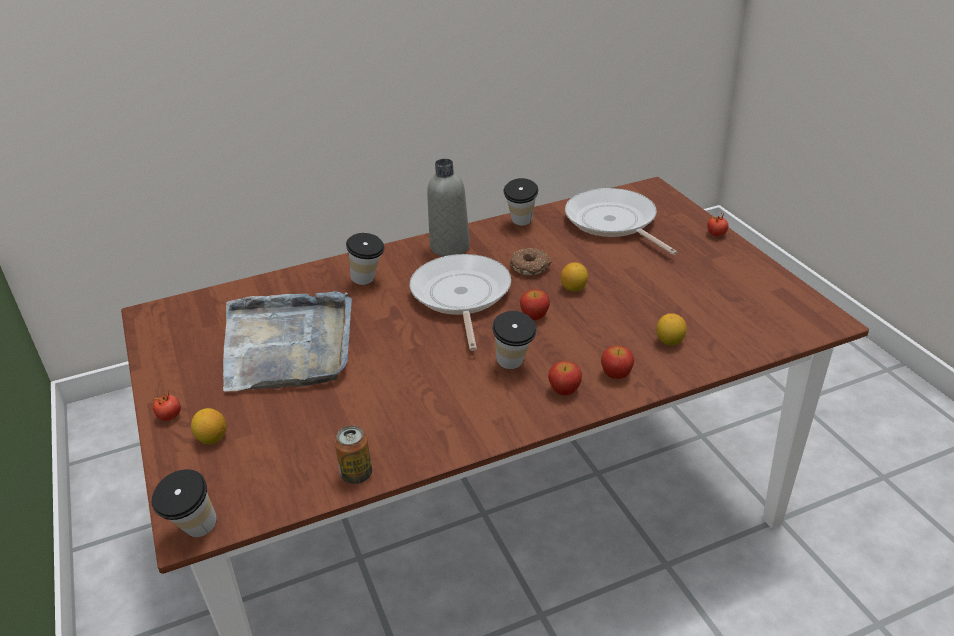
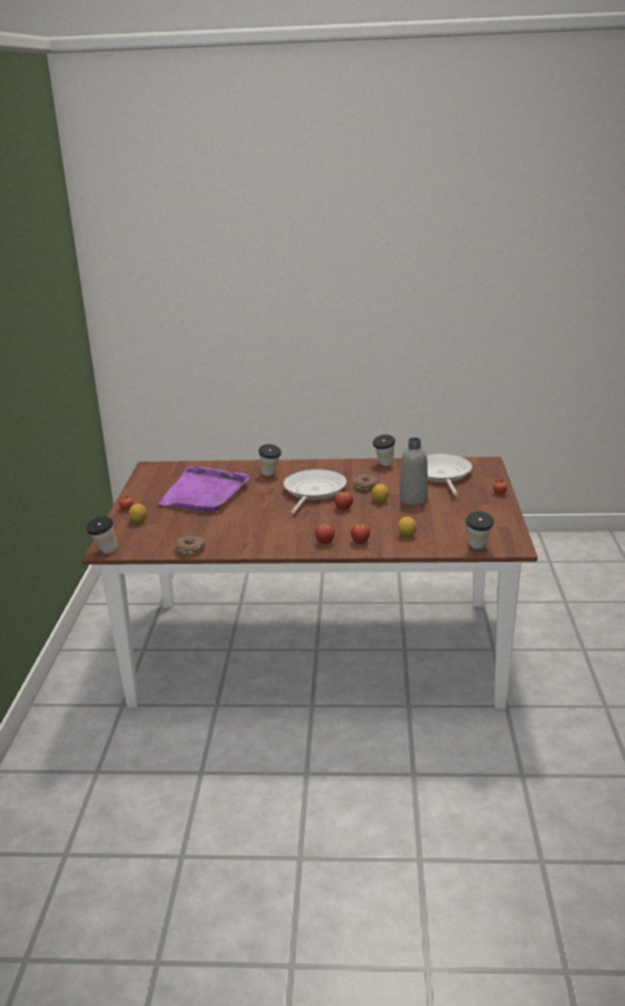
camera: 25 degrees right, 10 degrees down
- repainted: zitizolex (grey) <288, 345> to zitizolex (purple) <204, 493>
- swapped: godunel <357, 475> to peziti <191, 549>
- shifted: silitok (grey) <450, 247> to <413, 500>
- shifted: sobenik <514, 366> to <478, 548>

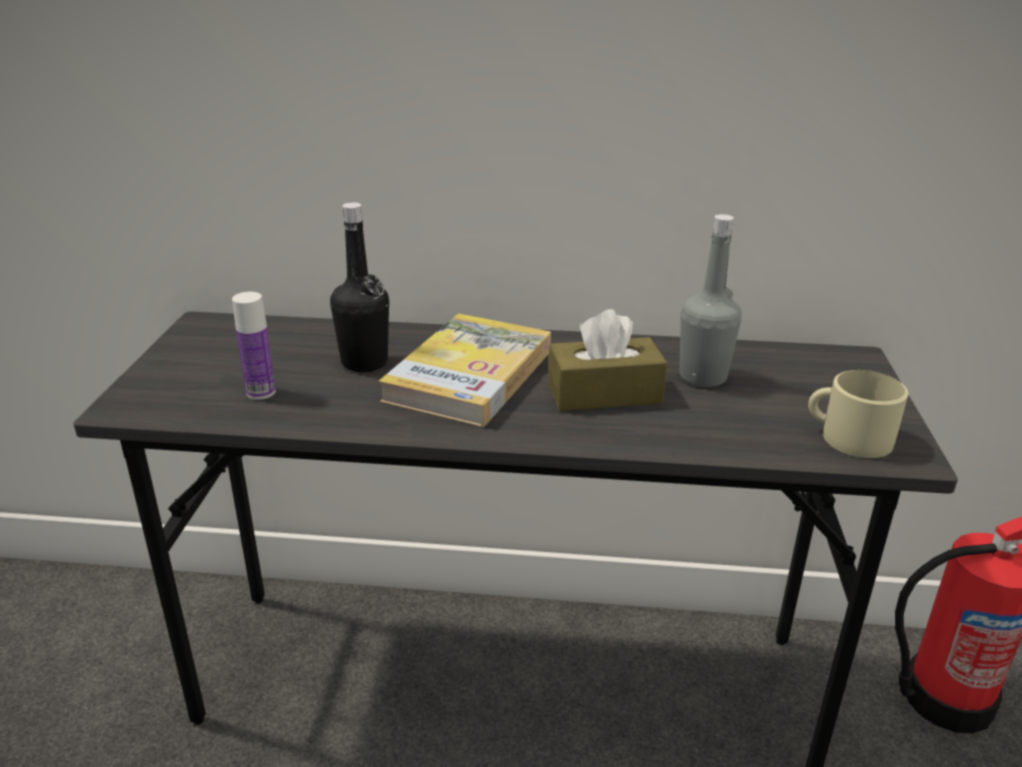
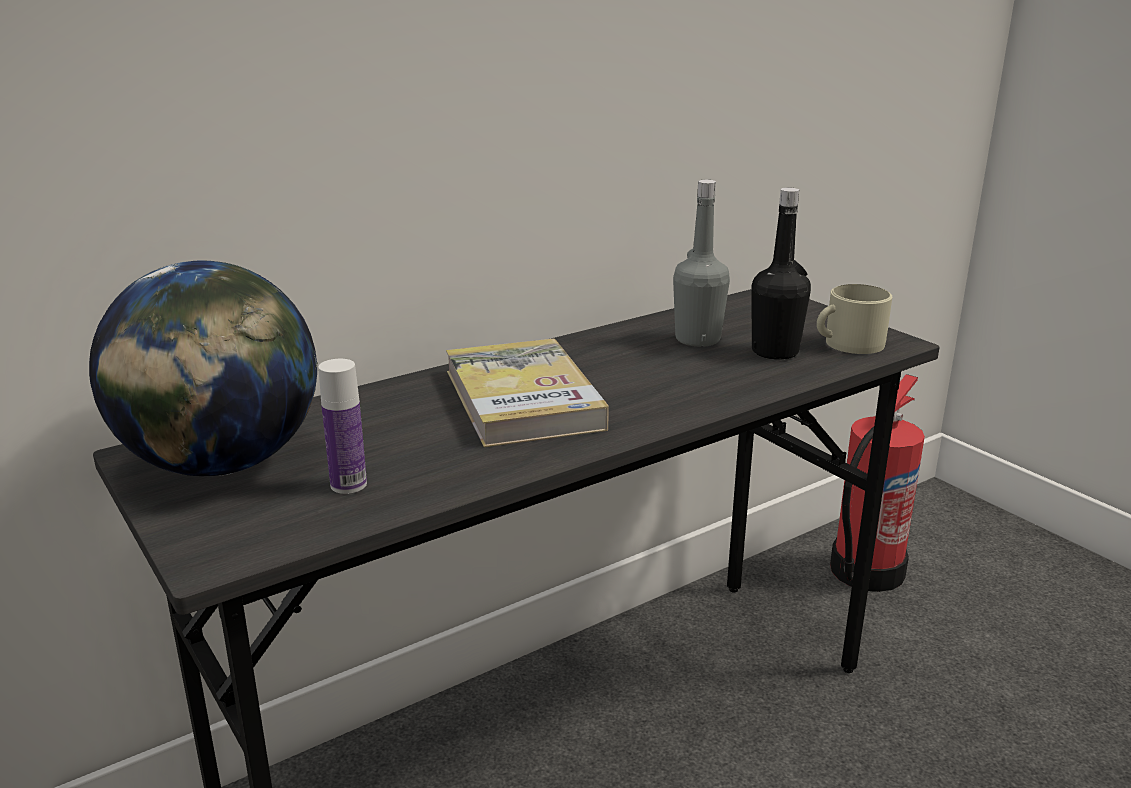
camera: 40 degrees left, 5 degrees down
- shifted: silitok (black) <364, 362> to <775, 352>
- gone: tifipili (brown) <604, 393>
- new: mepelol <221, 465>

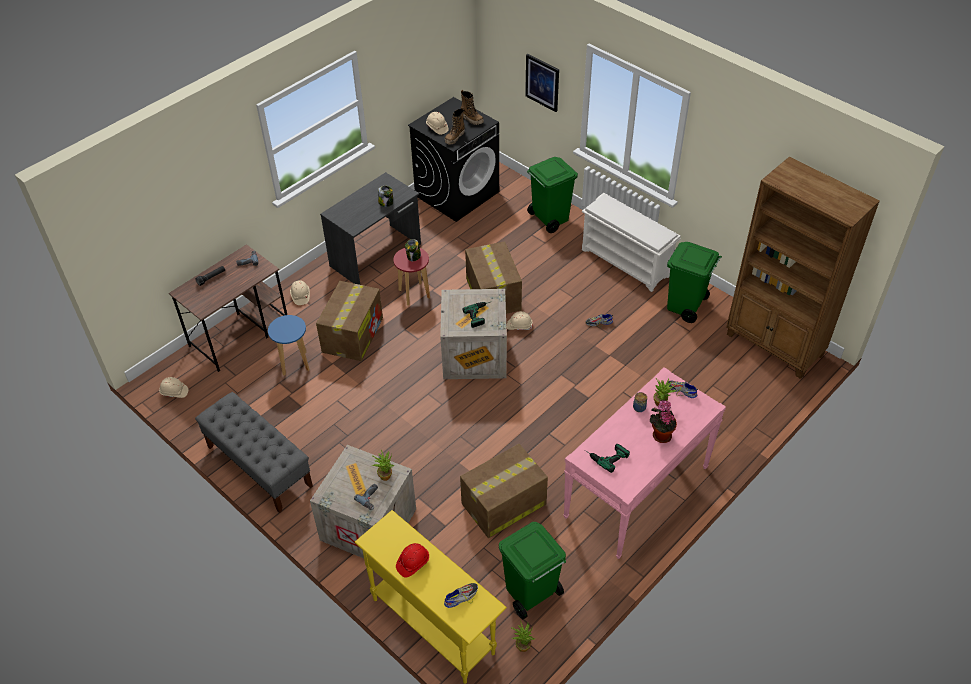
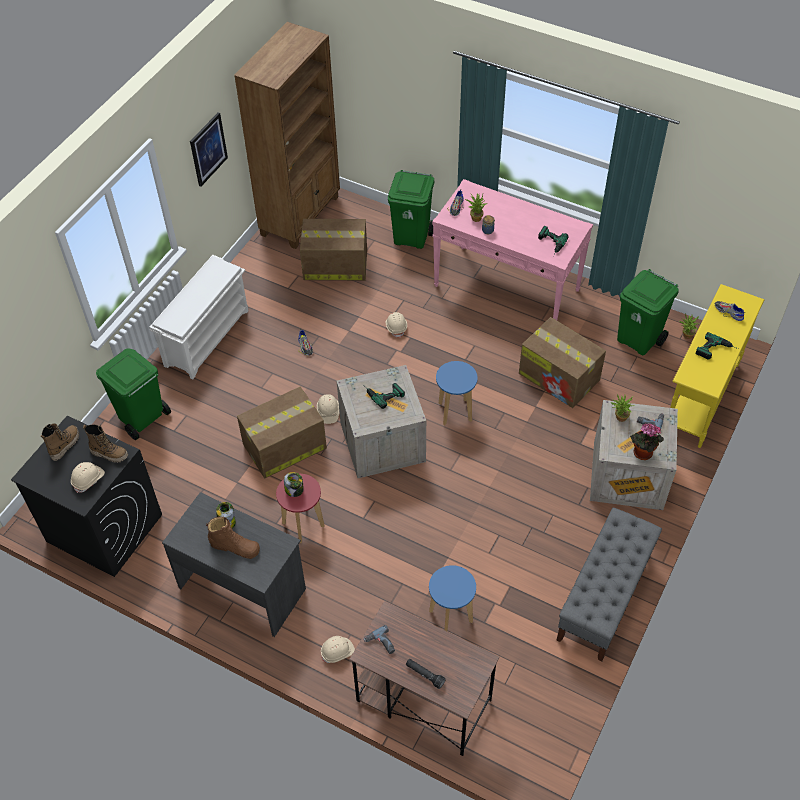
camera: 105 degrees left, 5 degrees up
- shifted: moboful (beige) <174, 392> to <396, 327>
- shifted: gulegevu <353, 334> to <334, 265>
- swapped: moboful (red) <412, 563> to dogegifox <716, 351>
- shifted: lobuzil <542, 82> to <208, 149>
- shifted: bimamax <660, 435> to <642, 454>
- shifted: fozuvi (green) <685, 307> to <412, 237>
- new: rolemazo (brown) <235, 546>
- new: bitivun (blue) <455, 412>

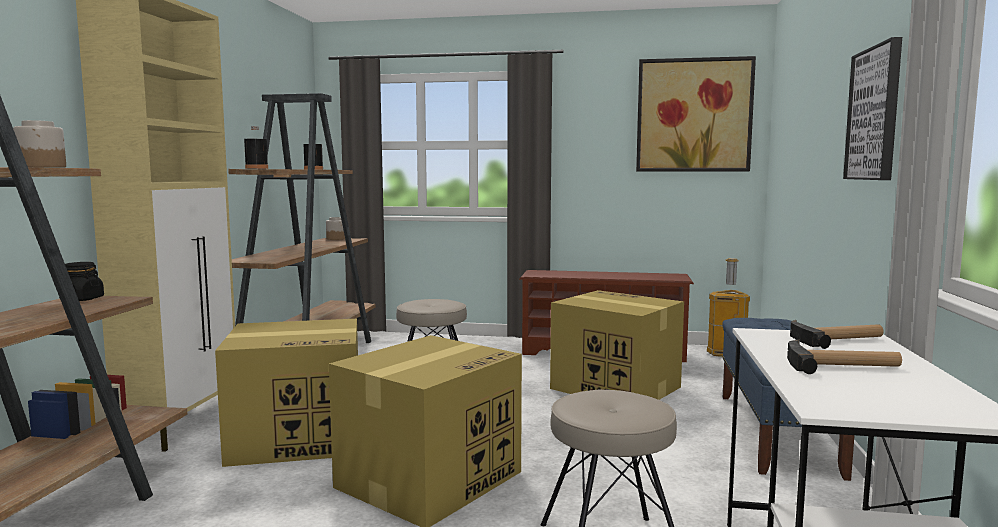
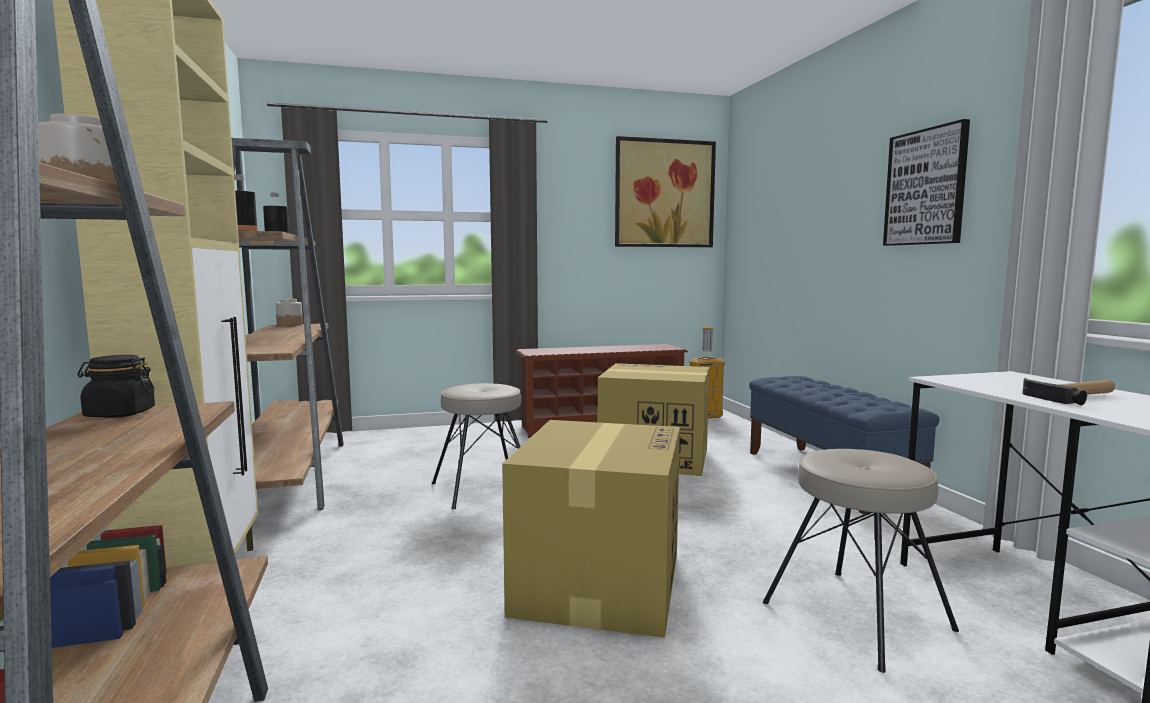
camera: 25 degrees left, 0 degrees up
- gone: gulegevu <299, 438>
- gone: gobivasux <838, 339>

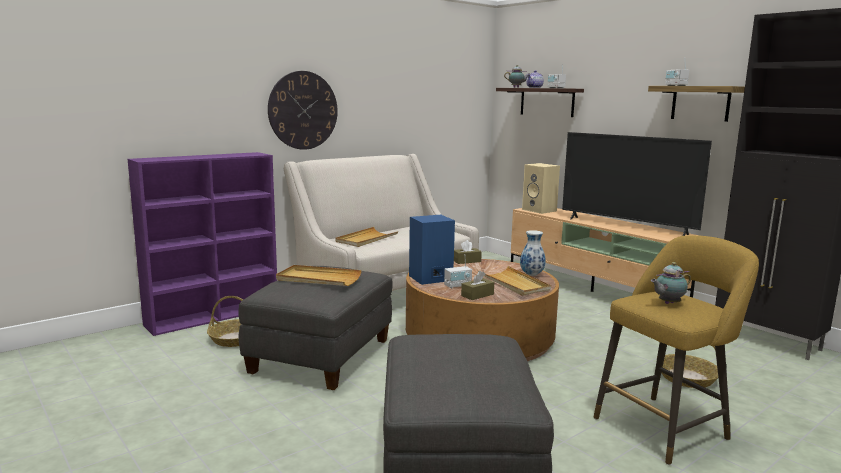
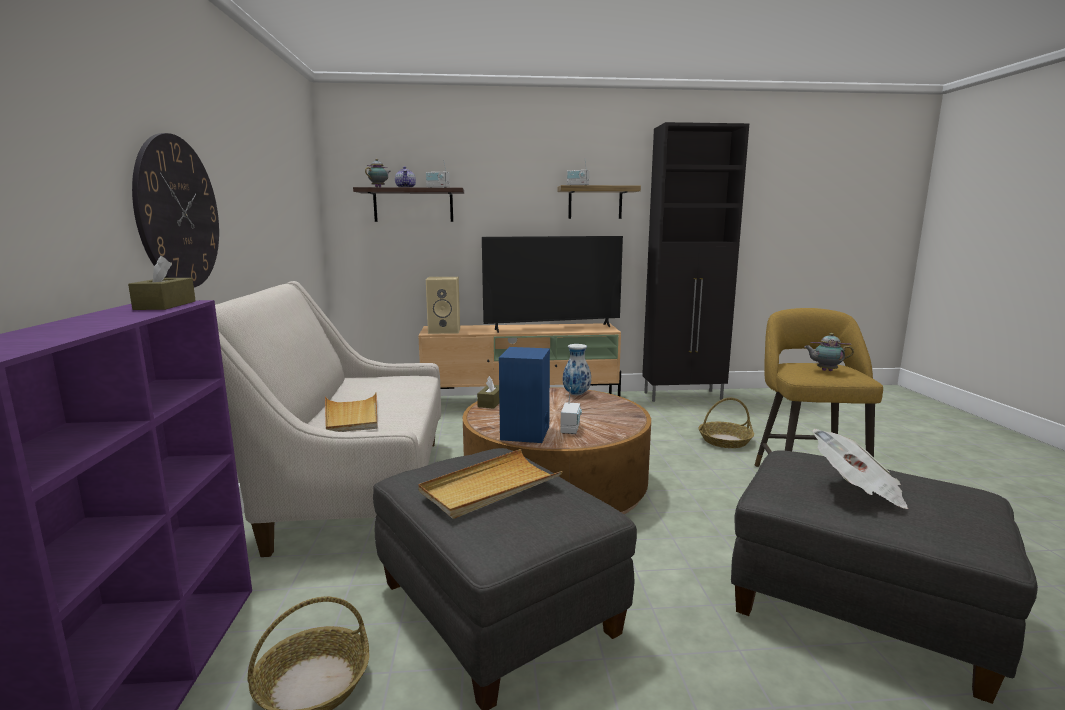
camera: 55 degrees left, 0 degrees up
- shifted: tifipili (brown) <477, 295> to <165, 305>
- gone: zitizolex (beige) <514, 283>
- rotated: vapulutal <667, 303> = <825, 370> 90 degrees clockwise
- new: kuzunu <857, 489>

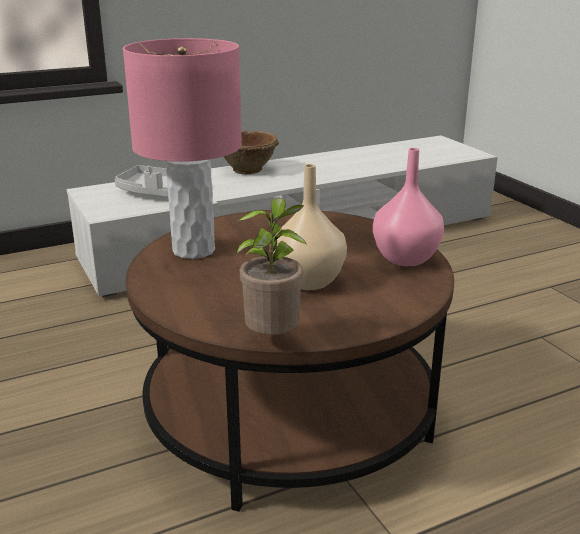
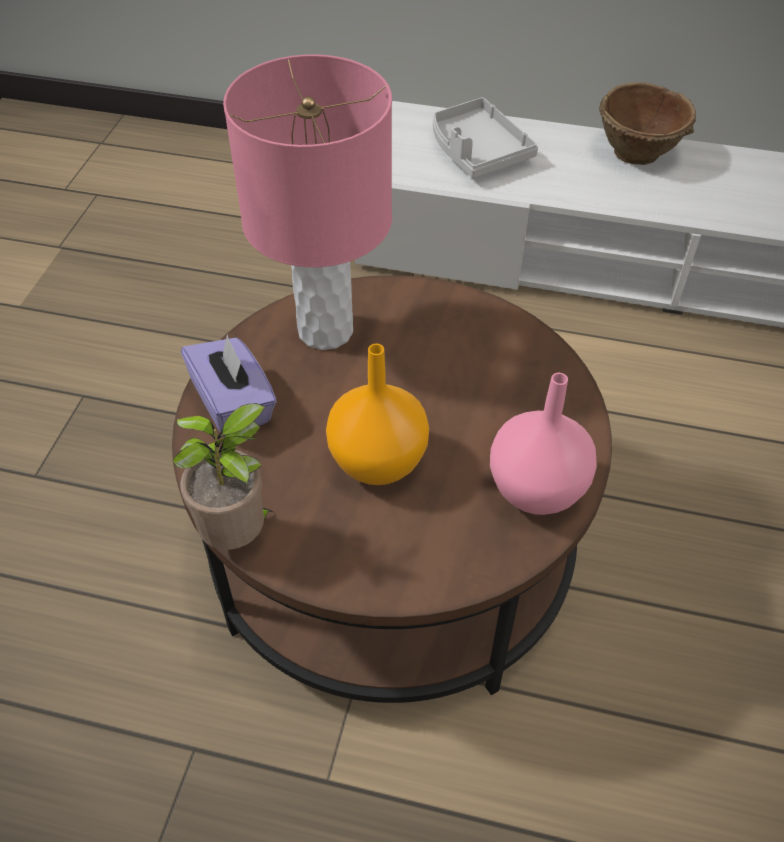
camera: 40 degrees right, 25 degrees up
- repainted: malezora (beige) <307, 282> to malezora (orange) <376, 461>
- new: tifipili (purple) <234, 404>

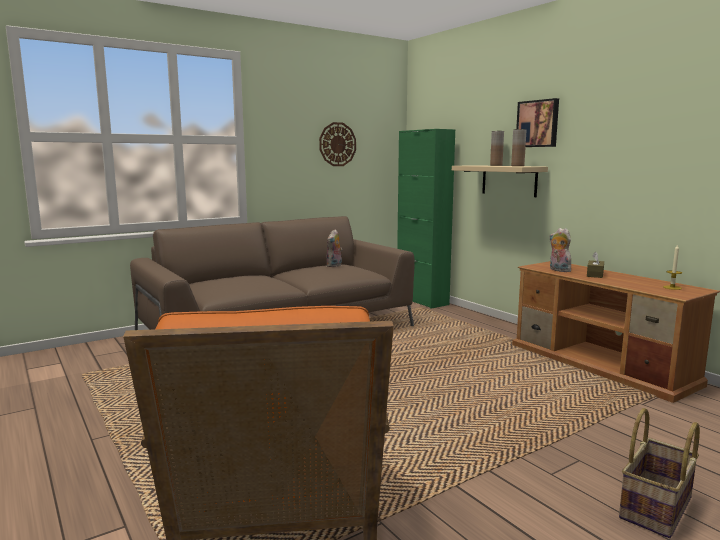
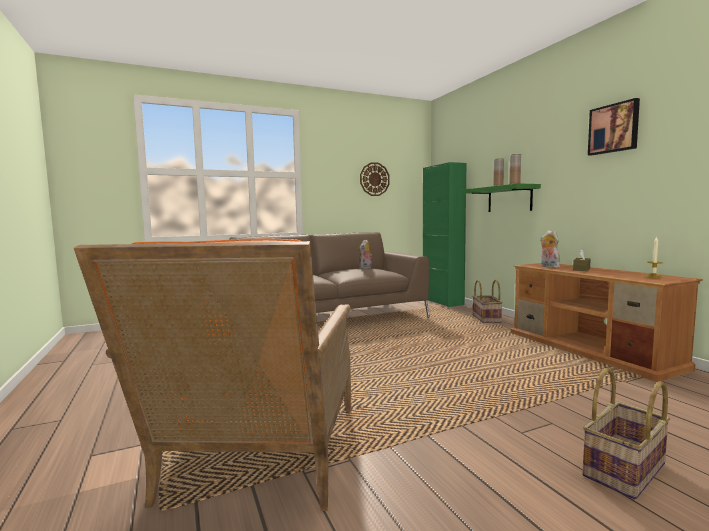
camera: 10 degrees right, 5 degrees down
- repainted: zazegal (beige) <509, 180> to zazegal (green) <509, 199>
- shifted: lobuzil <538, 123> to <614, 128>
- new: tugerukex <487, 319>

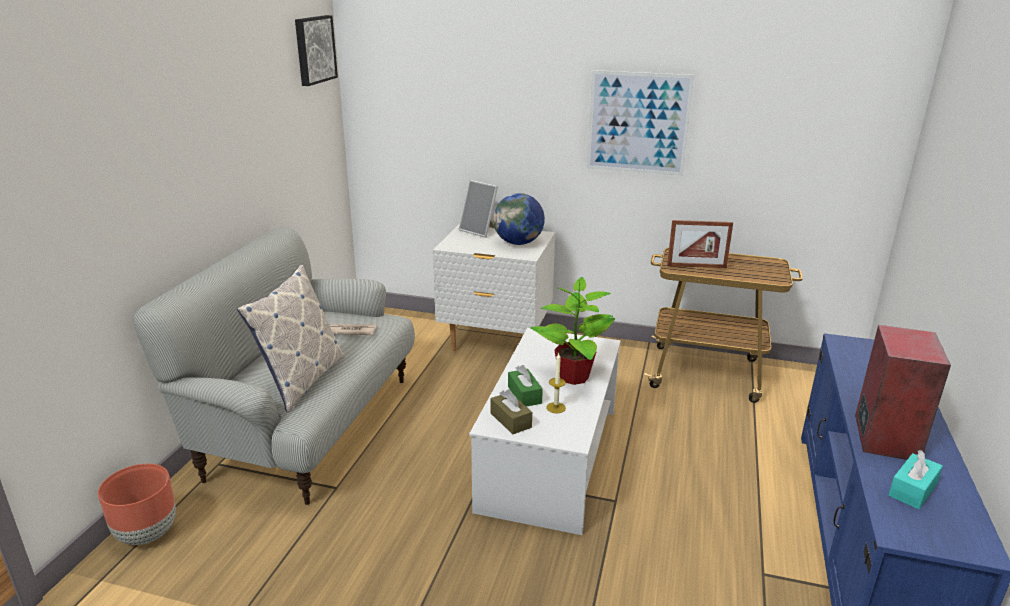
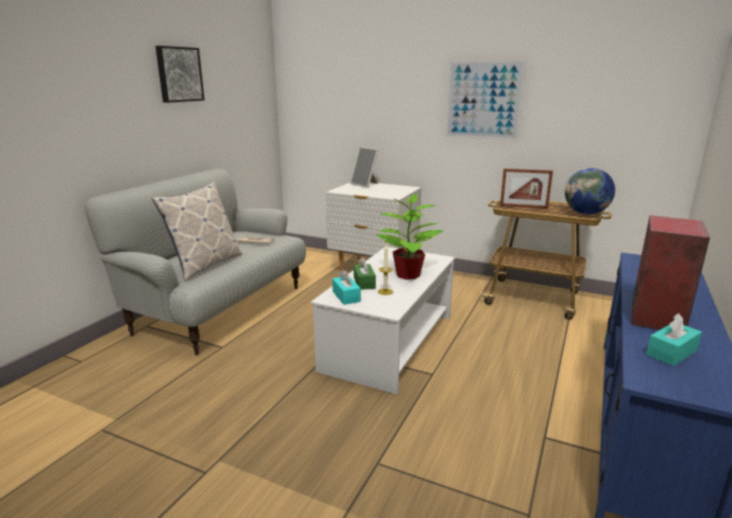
camera: 10 degrees right, 5 degrees down
- gone: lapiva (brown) <147, 533>
- shifted: lobuzil <314, 49> to <179, 74>
- repainted: tifipili (brown) <510, 420> to tifipili (turquoise) <346, 296>
- shifted: mepelol <518, 243> to <586, 213>

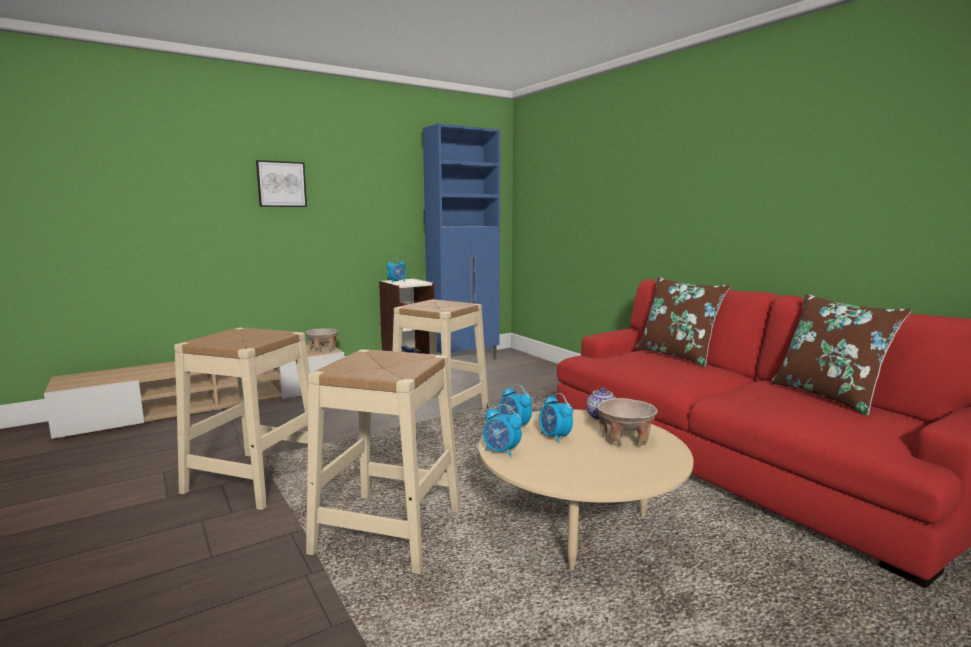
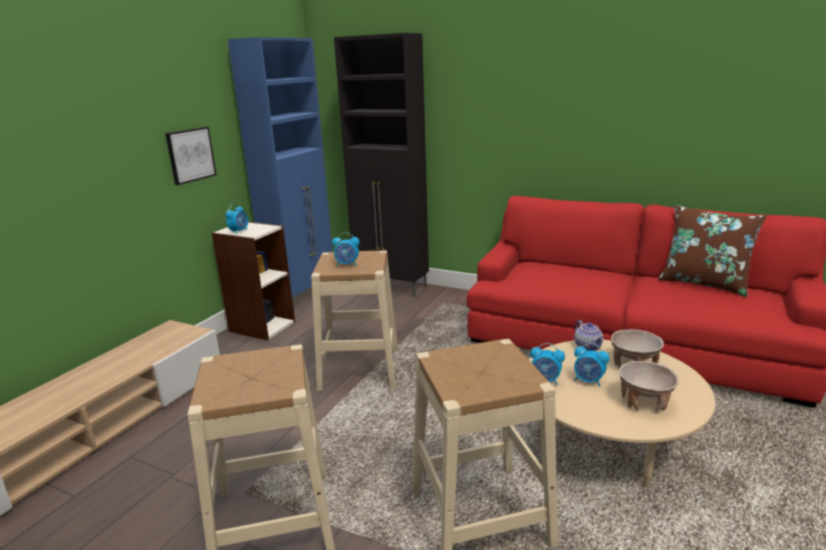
camera: 30 degrees left, 10 degrees up
- shifted: lobuzil <281, 184> to <190, 155>
- shifted: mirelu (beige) <323, 349> to <644, 401>
- shifted: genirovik <501, 451> to <347, 264>
- gone: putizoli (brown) <677, 355>
- new: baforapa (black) <392, 287>

